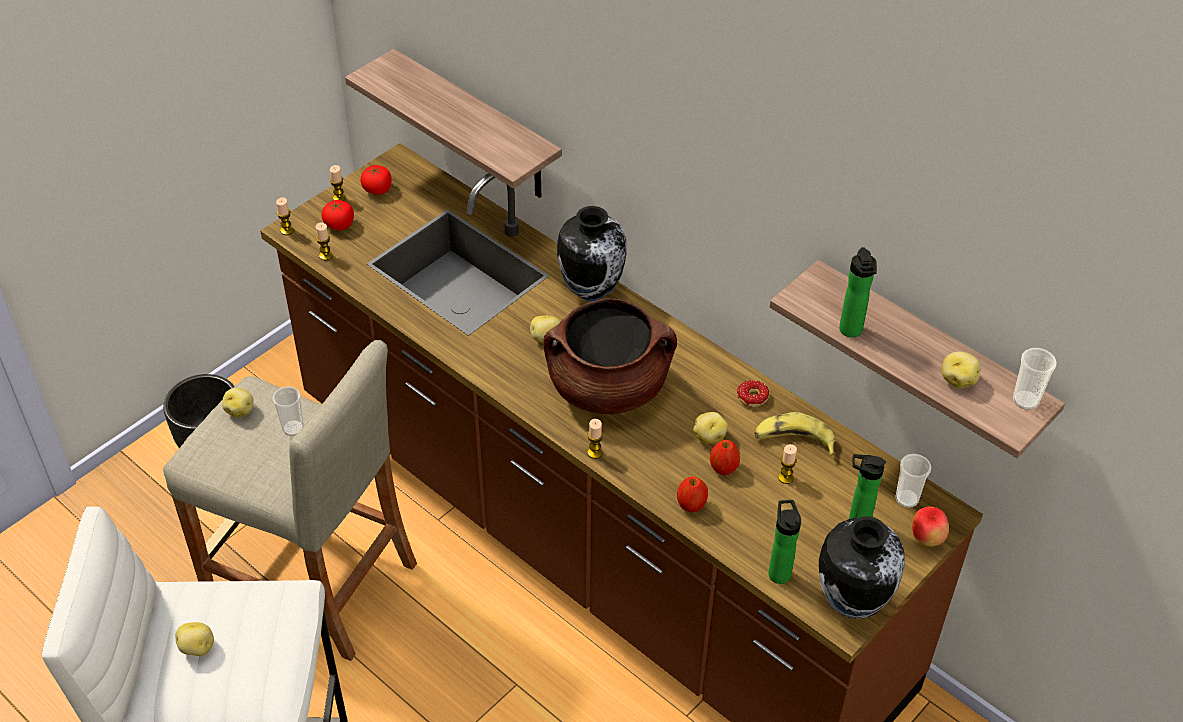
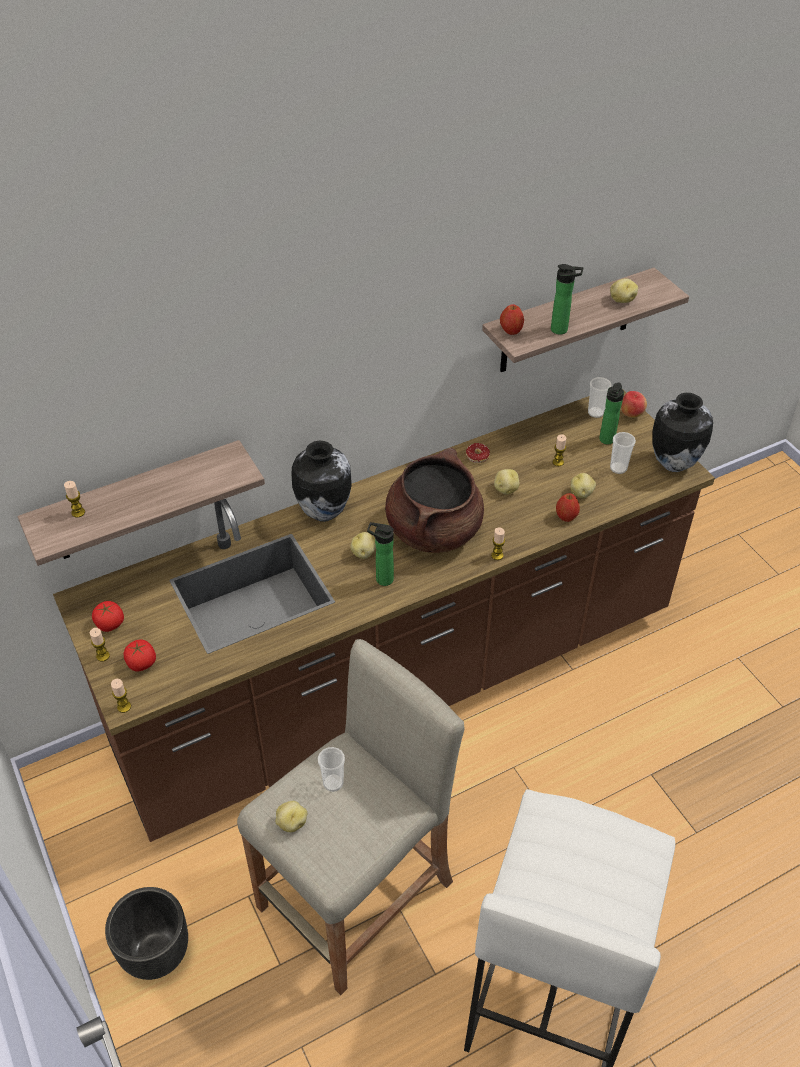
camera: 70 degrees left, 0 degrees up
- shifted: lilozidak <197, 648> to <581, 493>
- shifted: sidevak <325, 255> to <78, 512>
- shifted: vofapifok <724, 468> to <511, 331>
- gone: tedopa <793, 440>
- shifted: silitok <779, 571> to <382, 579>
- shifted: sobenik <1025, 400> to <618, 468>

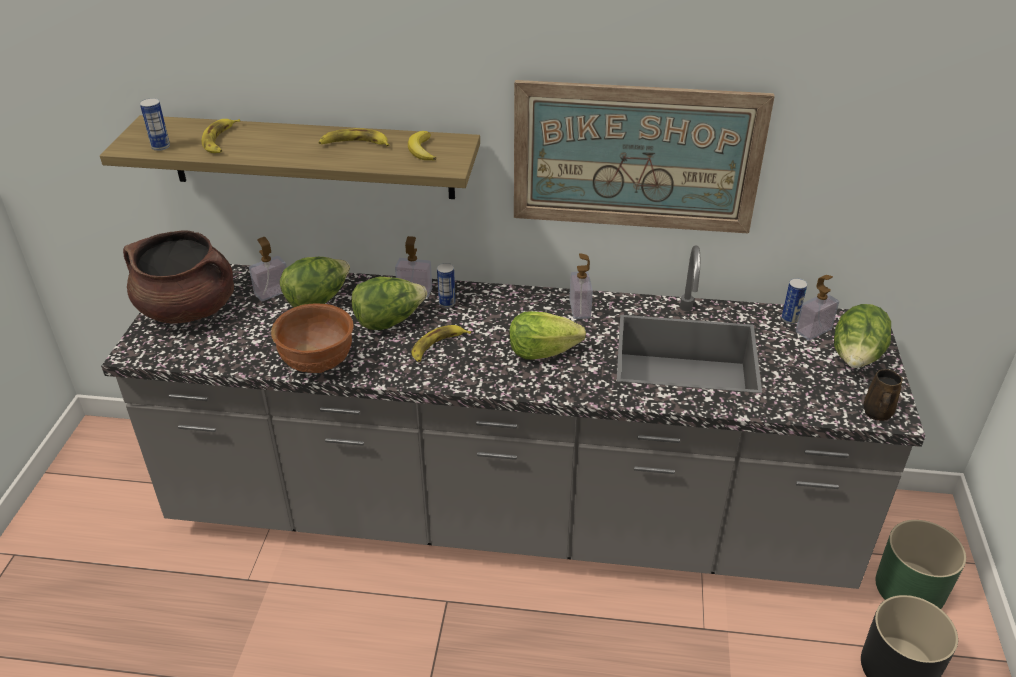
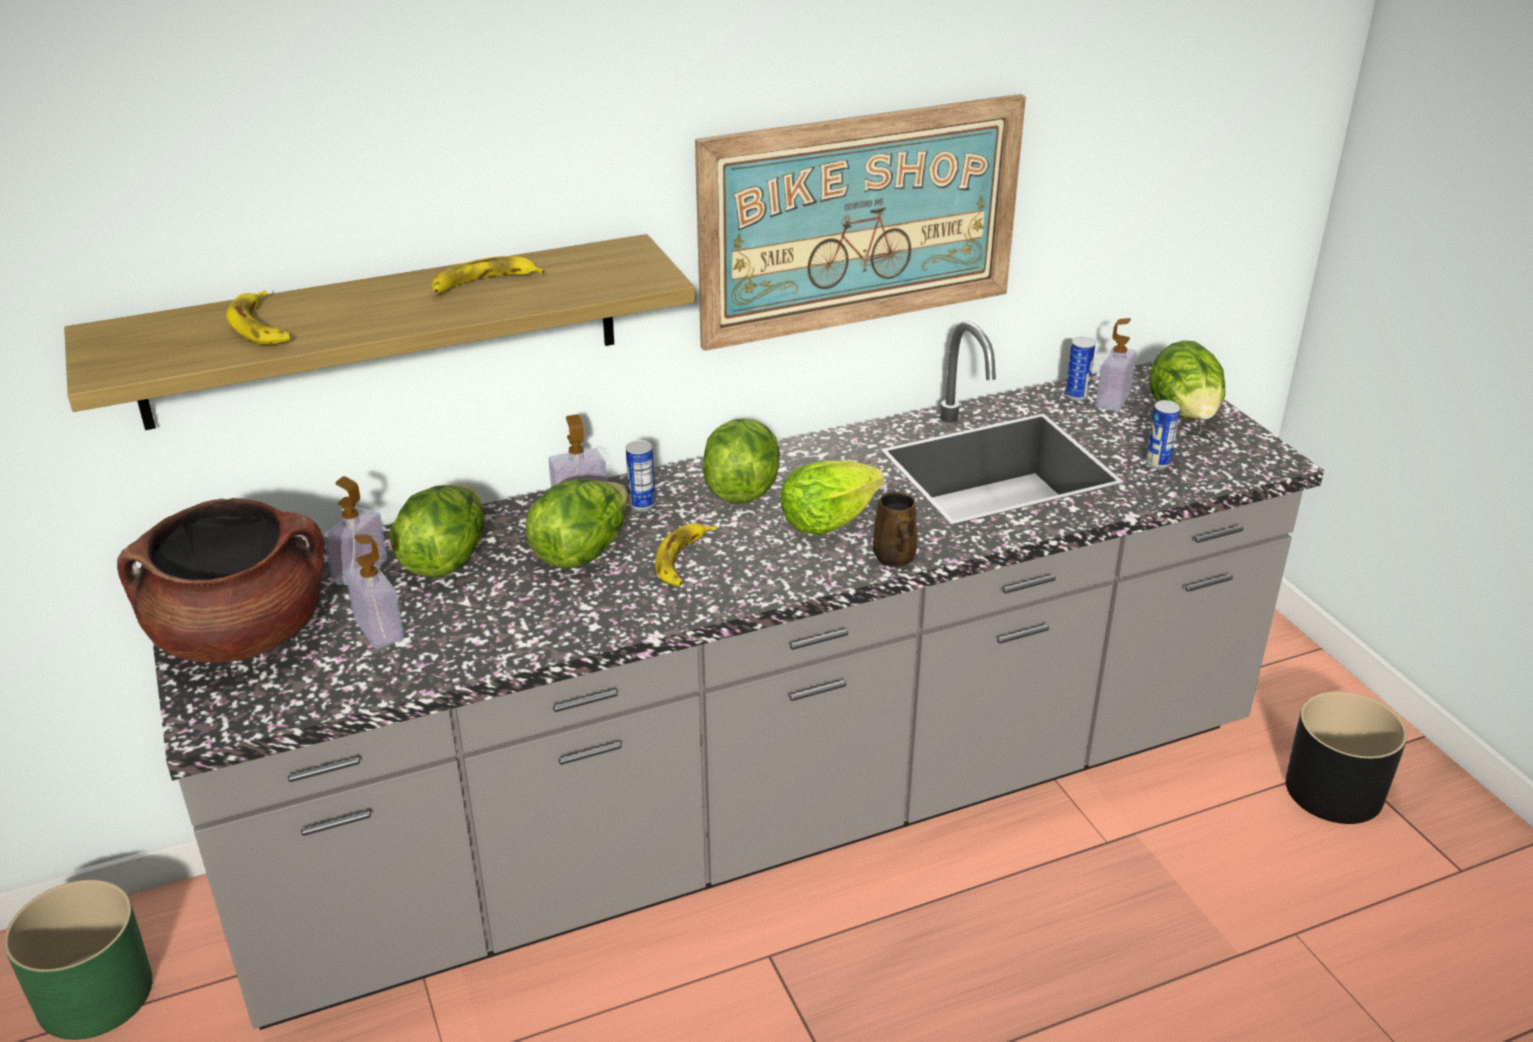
camera: 30 degrees left, 5 degrees down
- shifted: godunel <160, 146> to <1157, 463>
- gone: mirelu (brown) <318, 364>
- gone: tedopa <421, 150>
- shifted: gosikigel <580, 309> to <379, 630>
- shifted: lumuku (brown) <877, 413> to <894, 558>
- shifted: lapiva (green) <909, 587> to <95, 993>
- new: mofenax <742, 487>

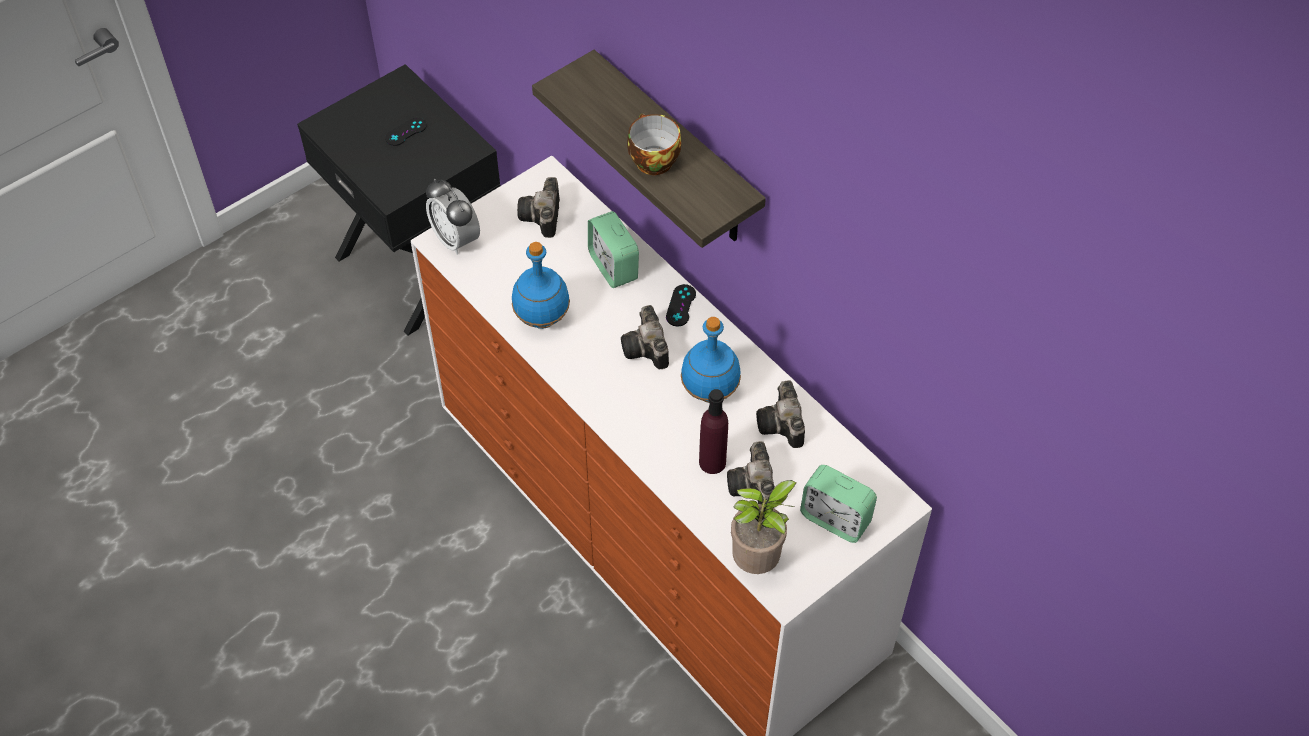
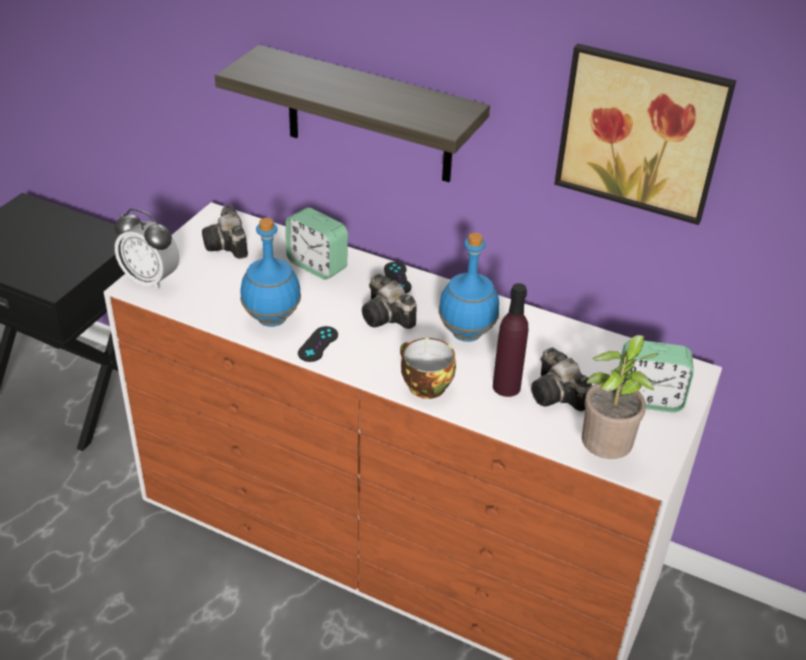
camera: 25 degrees left, 15 degrees down
- shifted: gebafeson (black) <406, 132> to <318, 344>
- shifted: sobenik <651, 160> to <423, 385>
- gone: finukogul <782, 426>
- new: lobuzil <642, 130>

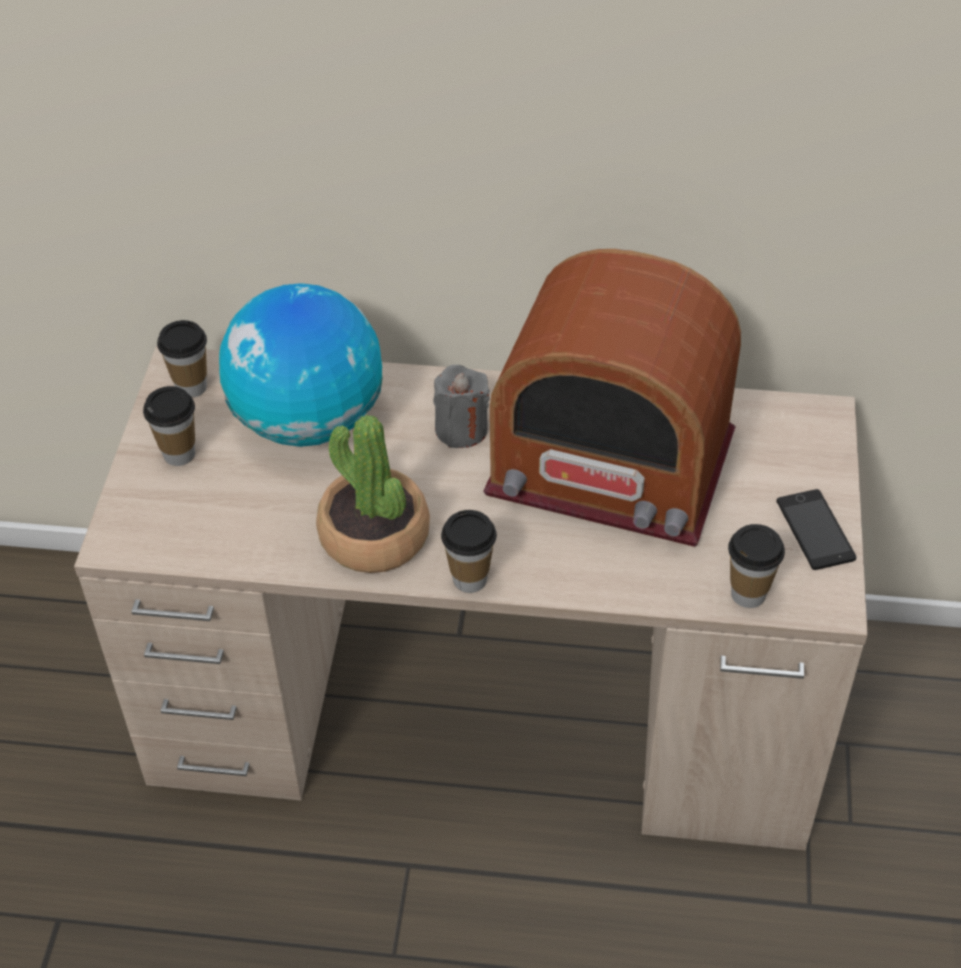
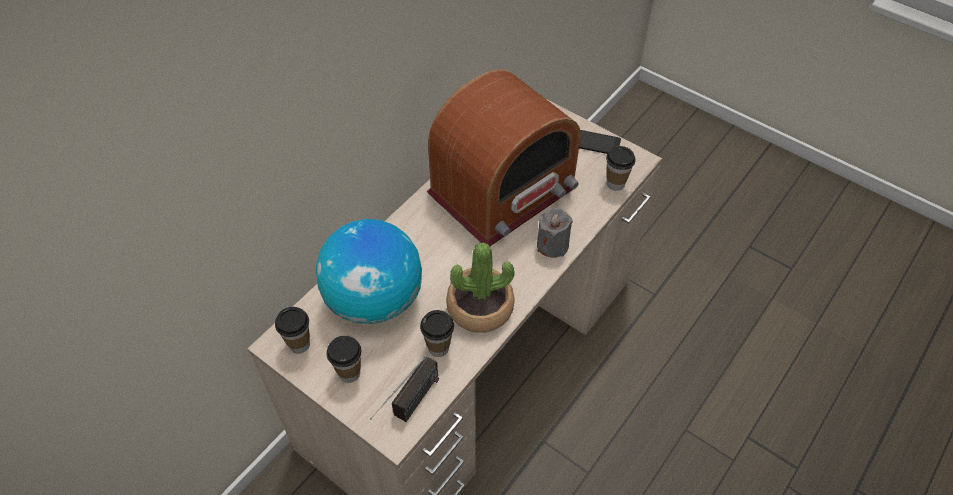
camera: 60 degrees left, 5 degrees up
- shifted: sidevak (grey) <461, 429> to <552, 245>
- shifted: sobenik <470, 579> to <438, 347>
- new: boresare <409, 409>

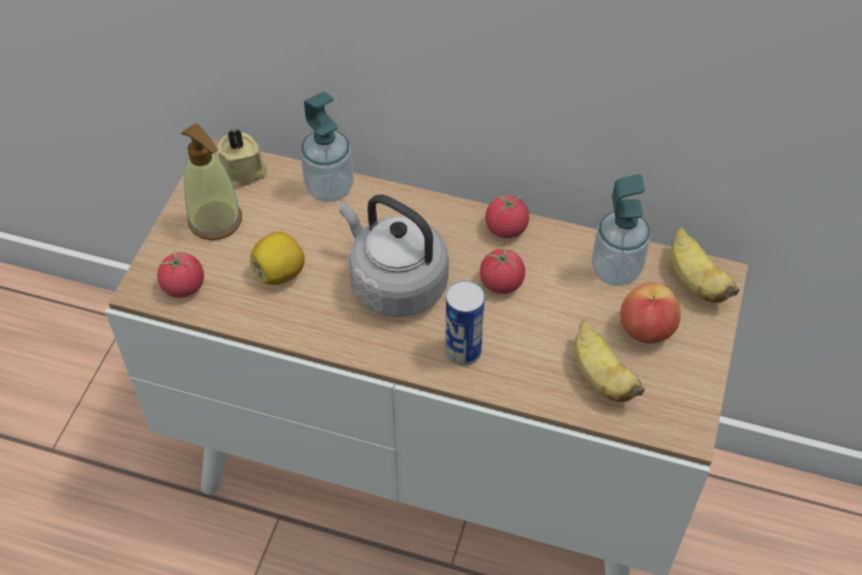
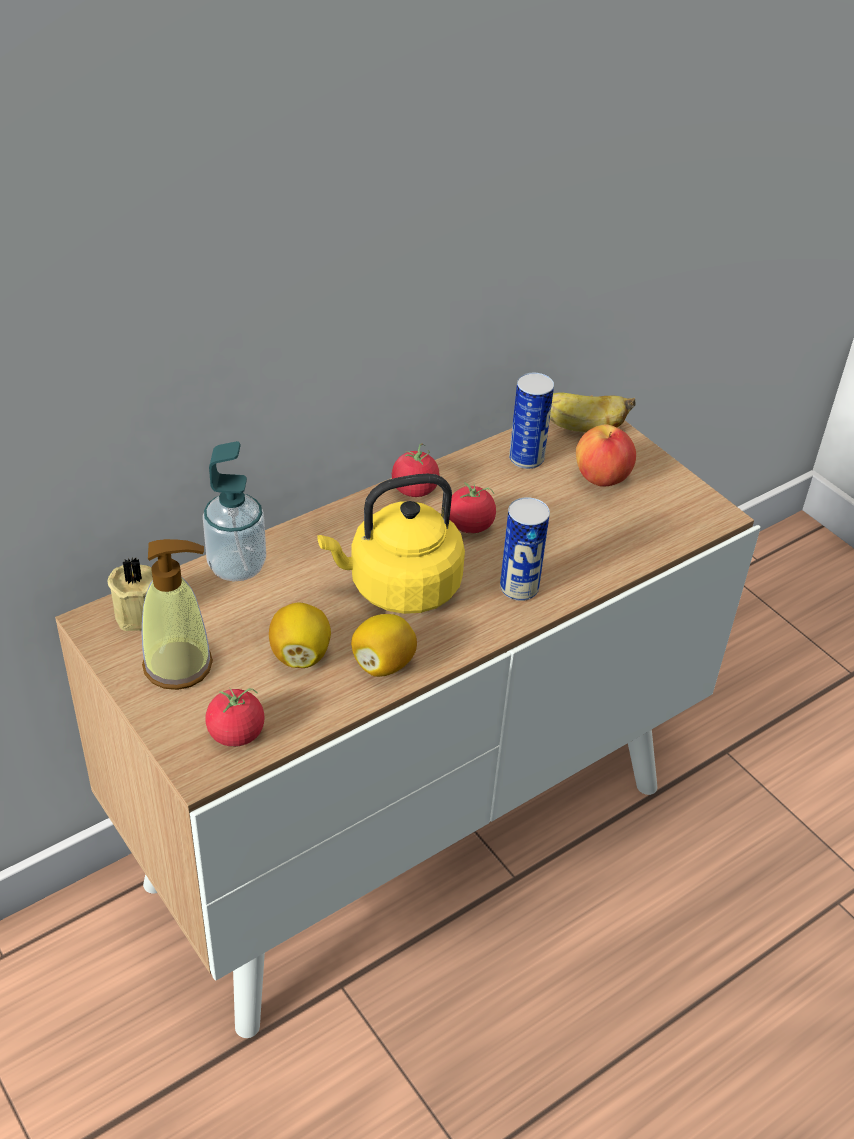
camera: 55 degrees left, 10 degrees down
- repainted: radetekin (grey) <394, 283> to radetekin (yellow) <399, 587>
- gone: tedopa <600, 377>
- swapped: gosikigel <615, 270> to godunel <526, 459>
- new: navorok <383, 664>

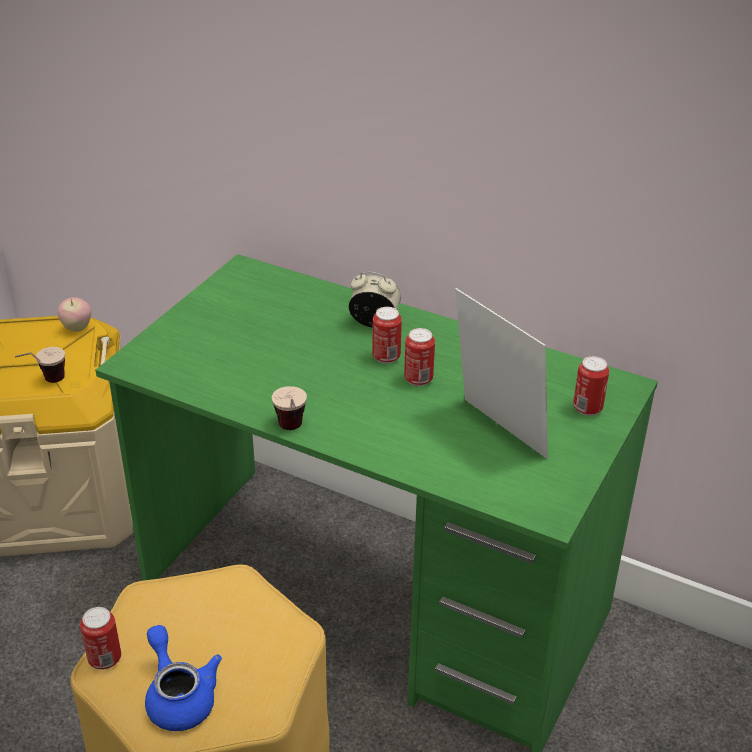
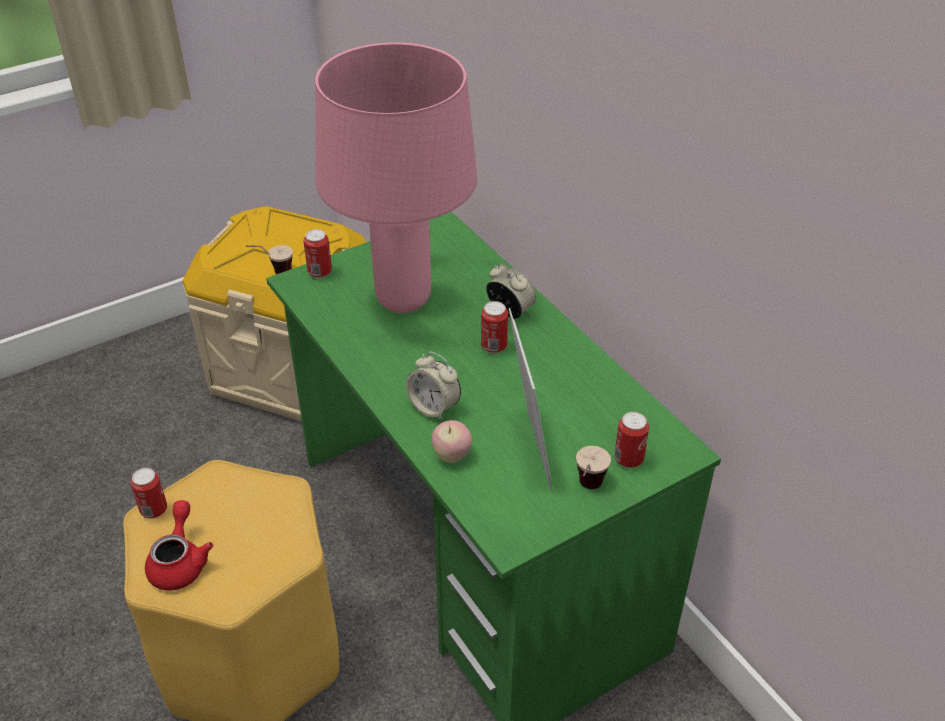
camera: 30 degrees right, 5 degrees up
- shifted: vofapifok <77, 328> to <452, 456>
- repainted: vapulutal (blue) <179, 696> to vapulutal (red) <180, 562>
- shifted: sobenik <292, 432> to <587, 491>
- shifted: godunel <418, 379> to <320, 272>
- new: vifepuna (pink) <403, 299>
- new: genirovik <434, 407>

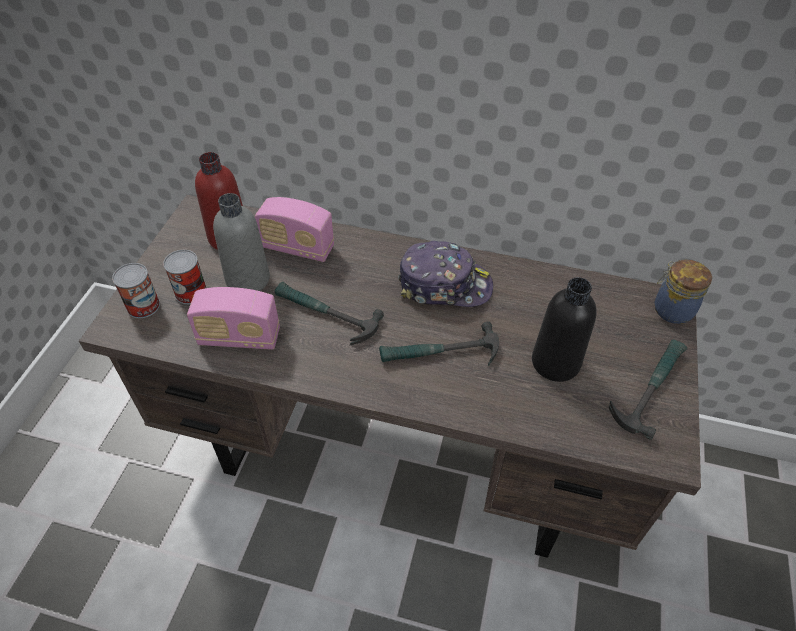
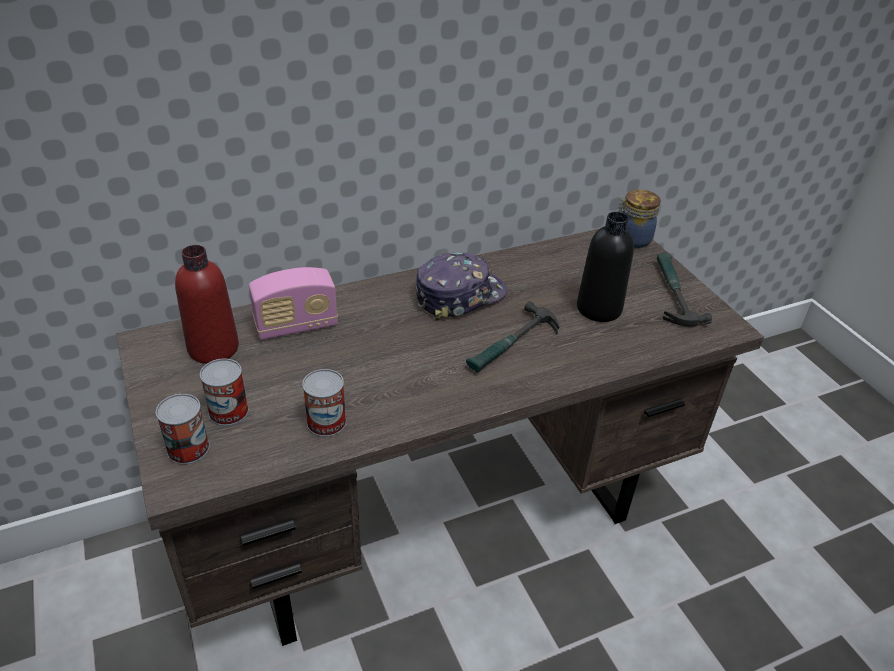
camera: 40 degrees left, 10 degrees down
- swapped: boresare <239, 338> to godunel <326, 422>
- gone: silitok (grey) <248, 279>
- gone: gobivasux <325, 314>

